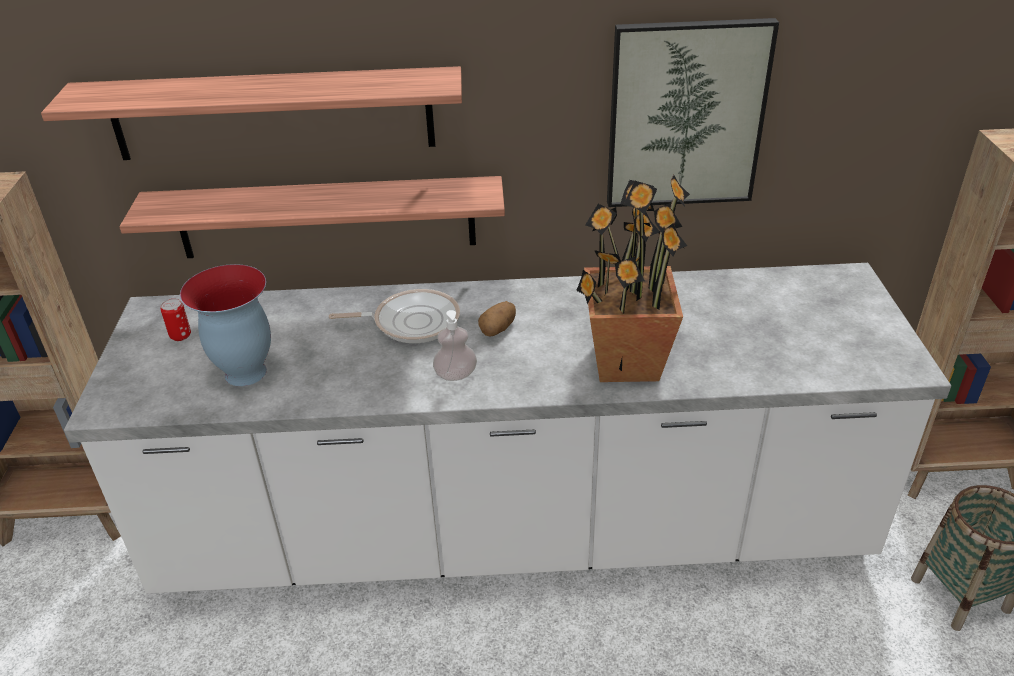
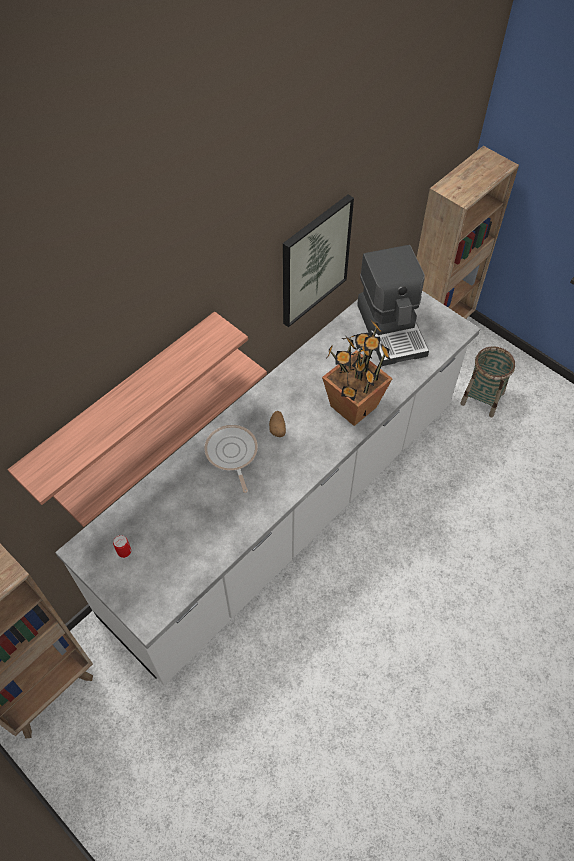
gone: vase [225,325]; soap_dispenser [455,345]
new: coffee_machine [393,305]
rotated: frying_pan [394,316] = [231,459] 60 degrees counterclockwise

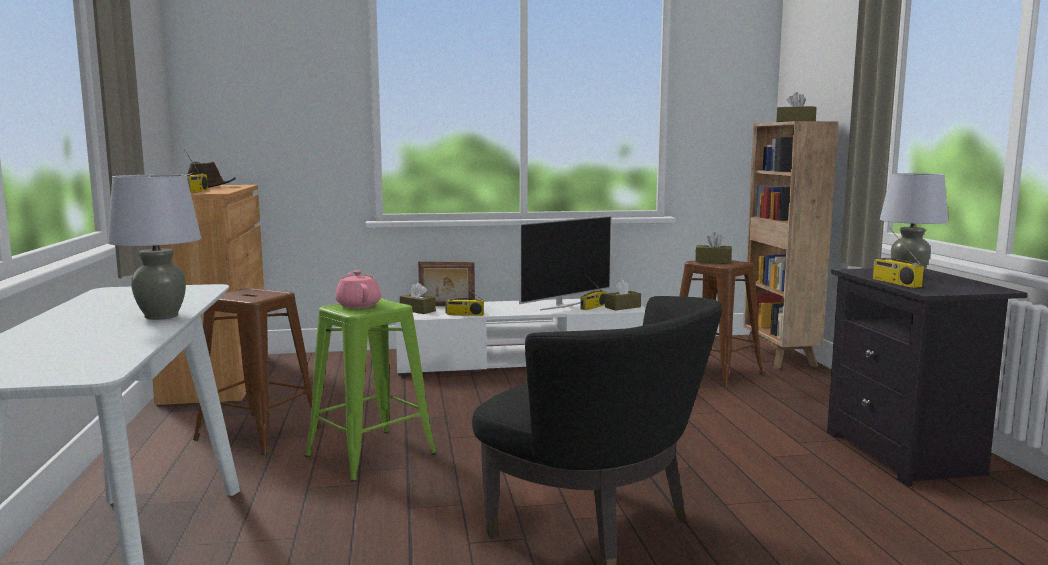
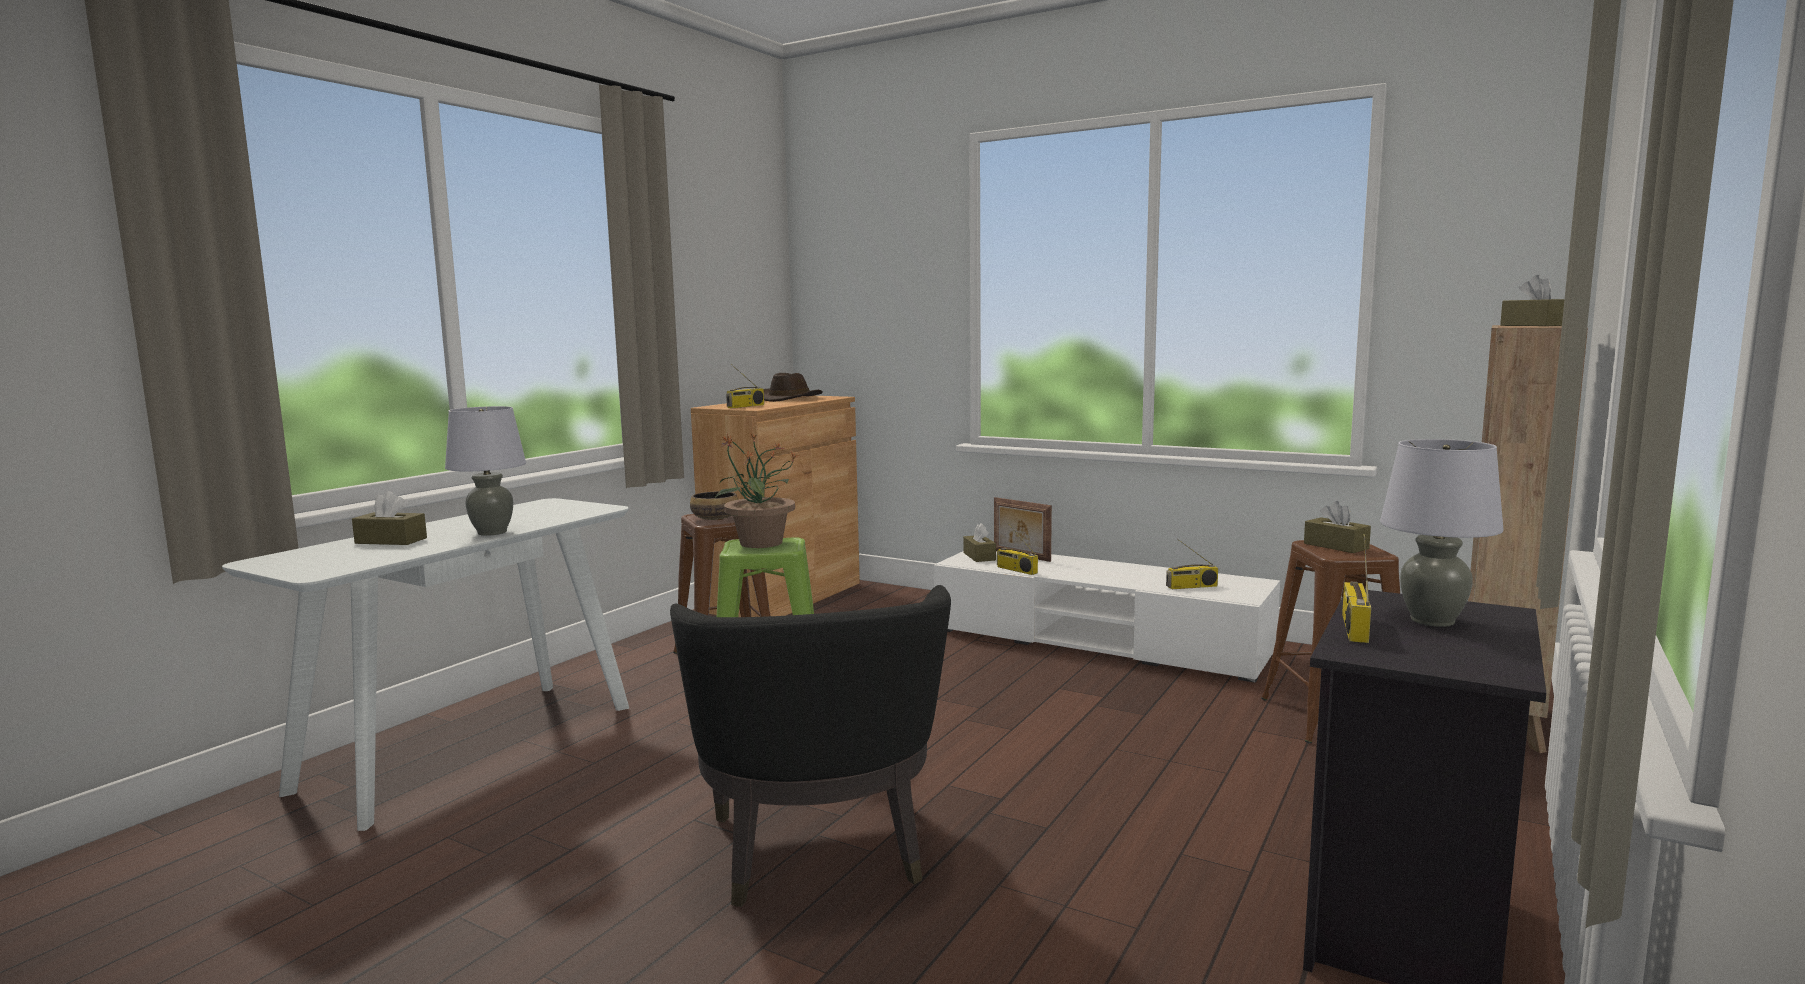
gone: television [565,262]
new: bowl [714,505]
shifted: brown_tissue_box [623,295] to [389,518]
swapped: pink_teapot [358,289] to potted_plant [757,490]

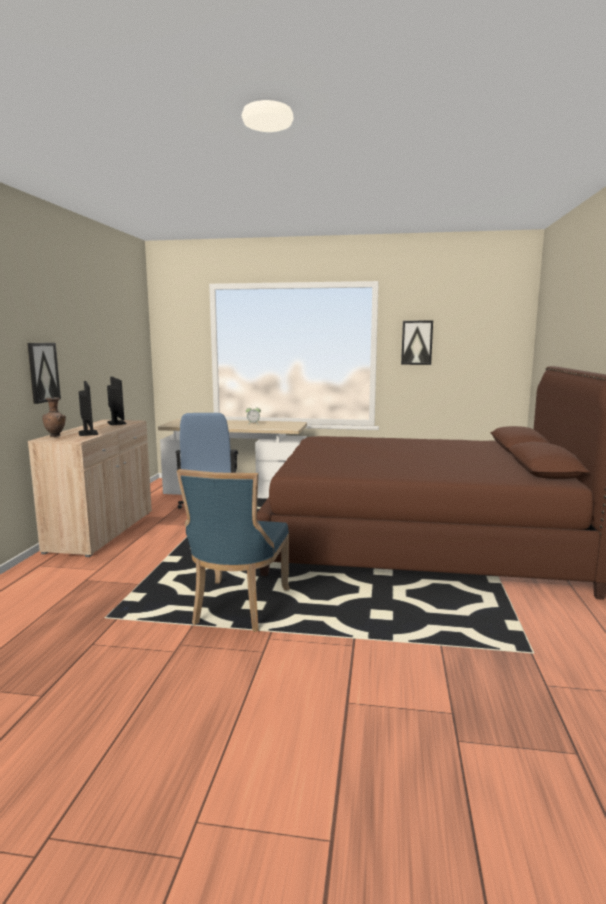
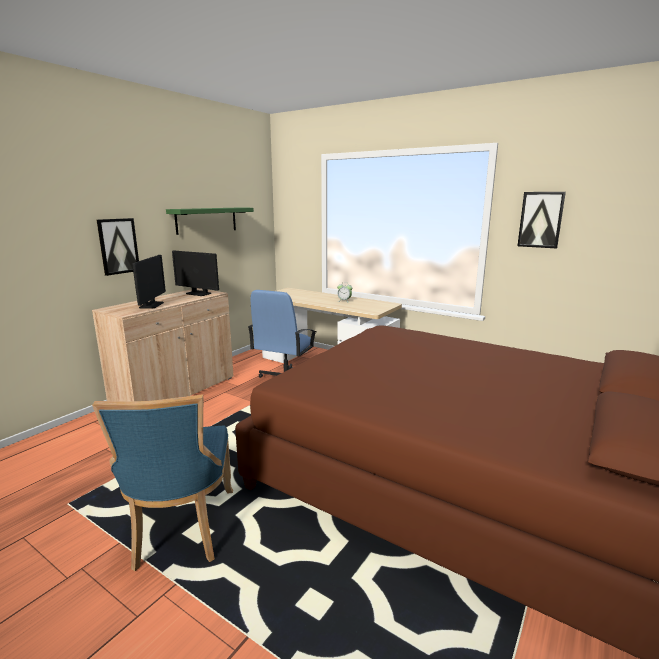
gone: brown_vase [54,417]
new: green_shelf [210,221]
rotated: monitor [116,401] = [195,273] 120 degrees clockwise; blue_chair [233,550] = [162,482] 45 degrees counterclockwise

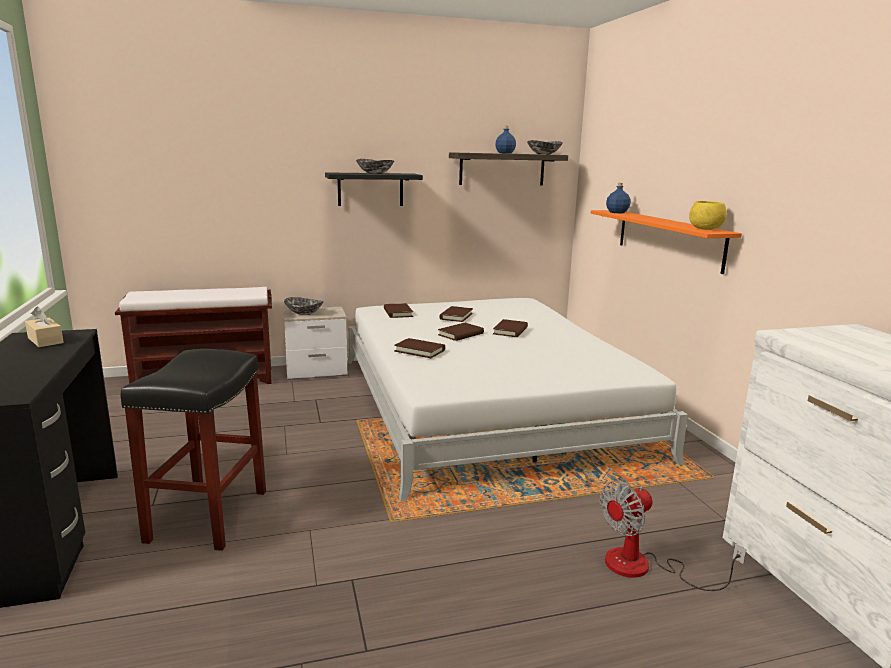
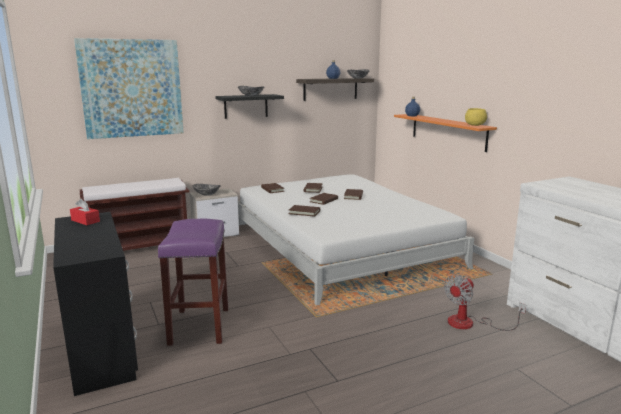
new: picture [129,88]
repainted: beige_tissue_box [44,327] to red_tissue_box [85,212]; black_stool [193,450] to purple_stool [193,282]

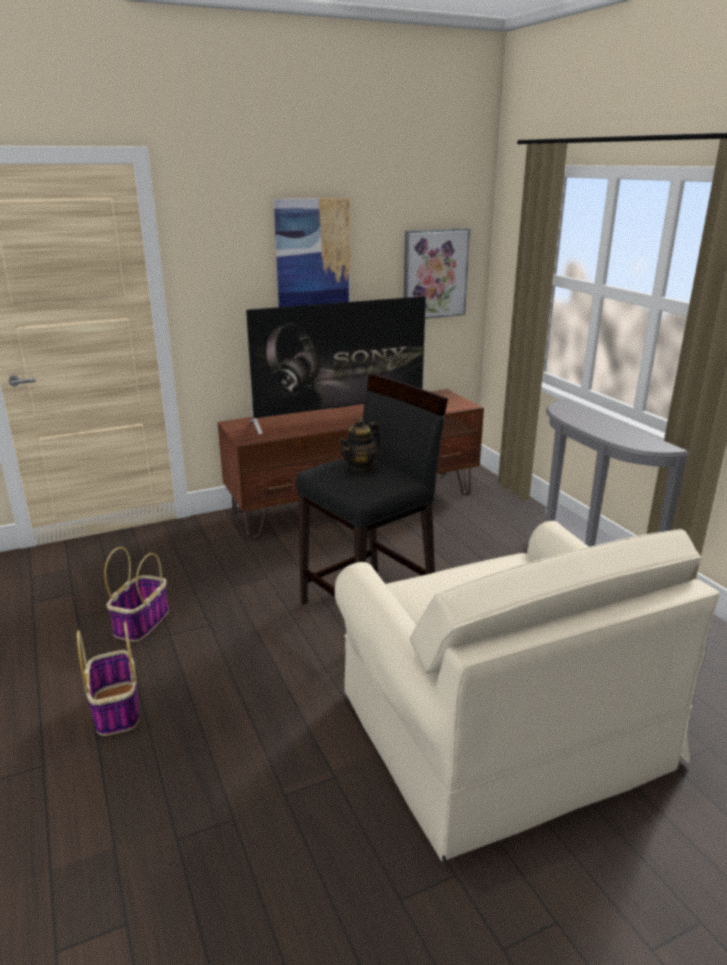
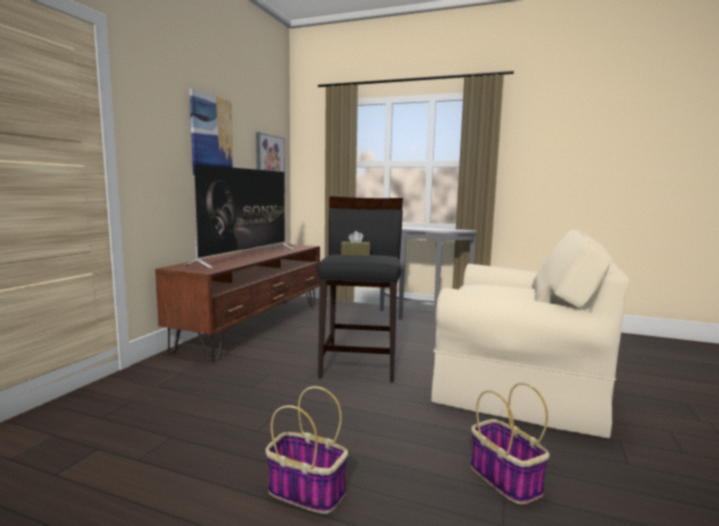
shifted: basket [136,594] to [510,443]
swapped: teapot [359,446] to brown_tissue_box [355,243]

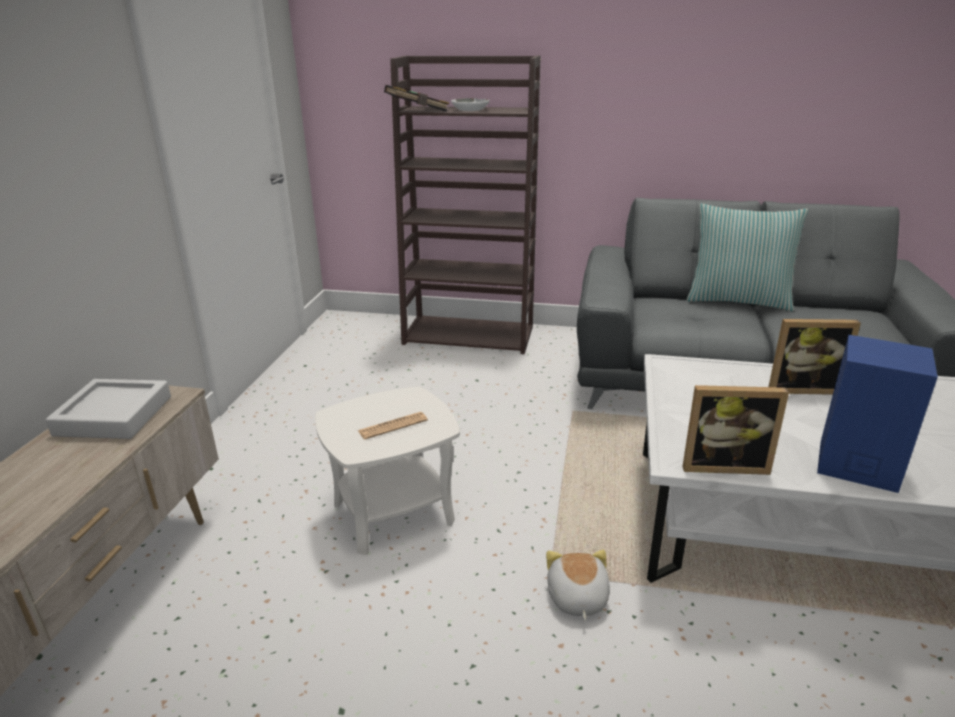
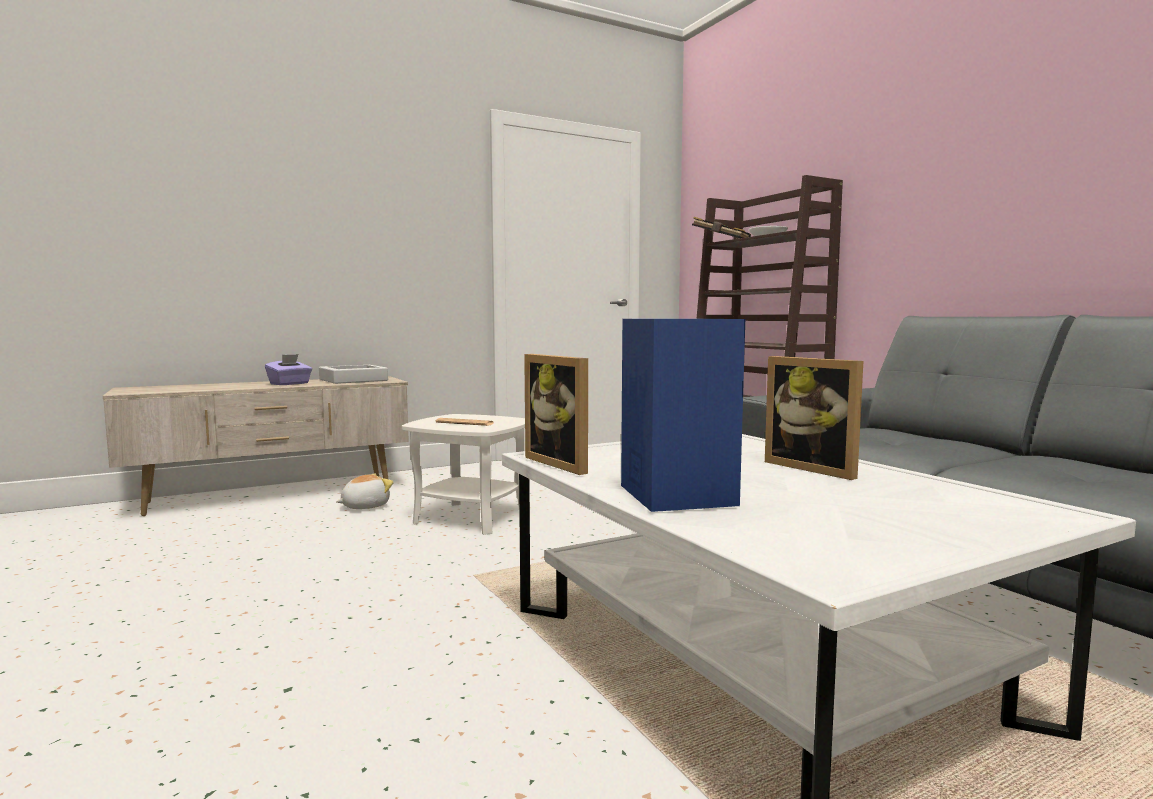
gone: pillow [747,257]
new: purple_tissue_box [288,369]
shifted: plush_toy [578,585] to [365,491]

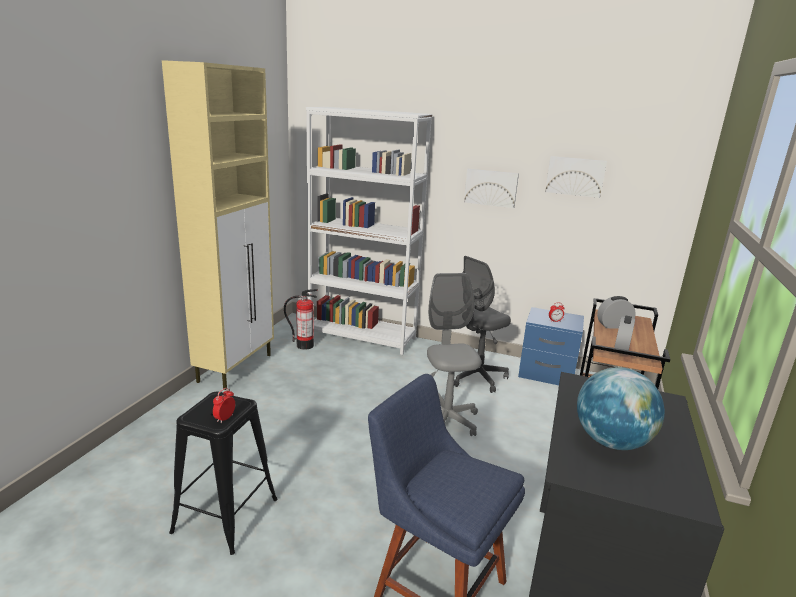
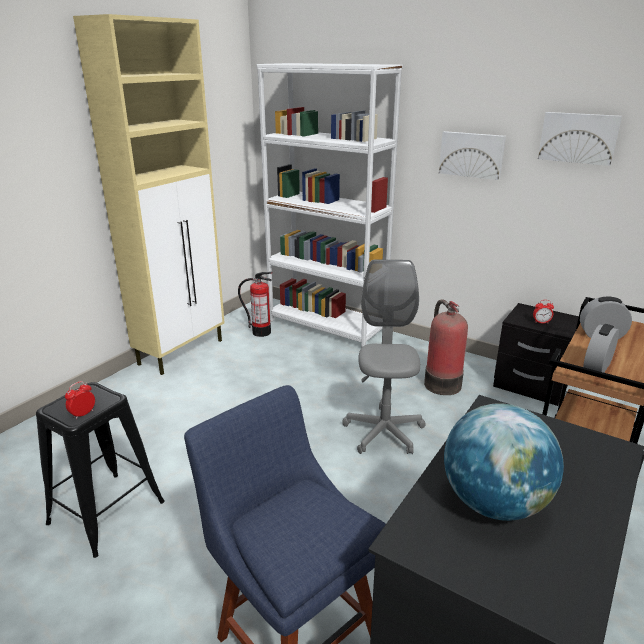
swapped: grey_office_chair [482,324] to fire_extinguisher [446,347]
repainted: blue_nightstand [551,346] to black_nightstand [536,354]

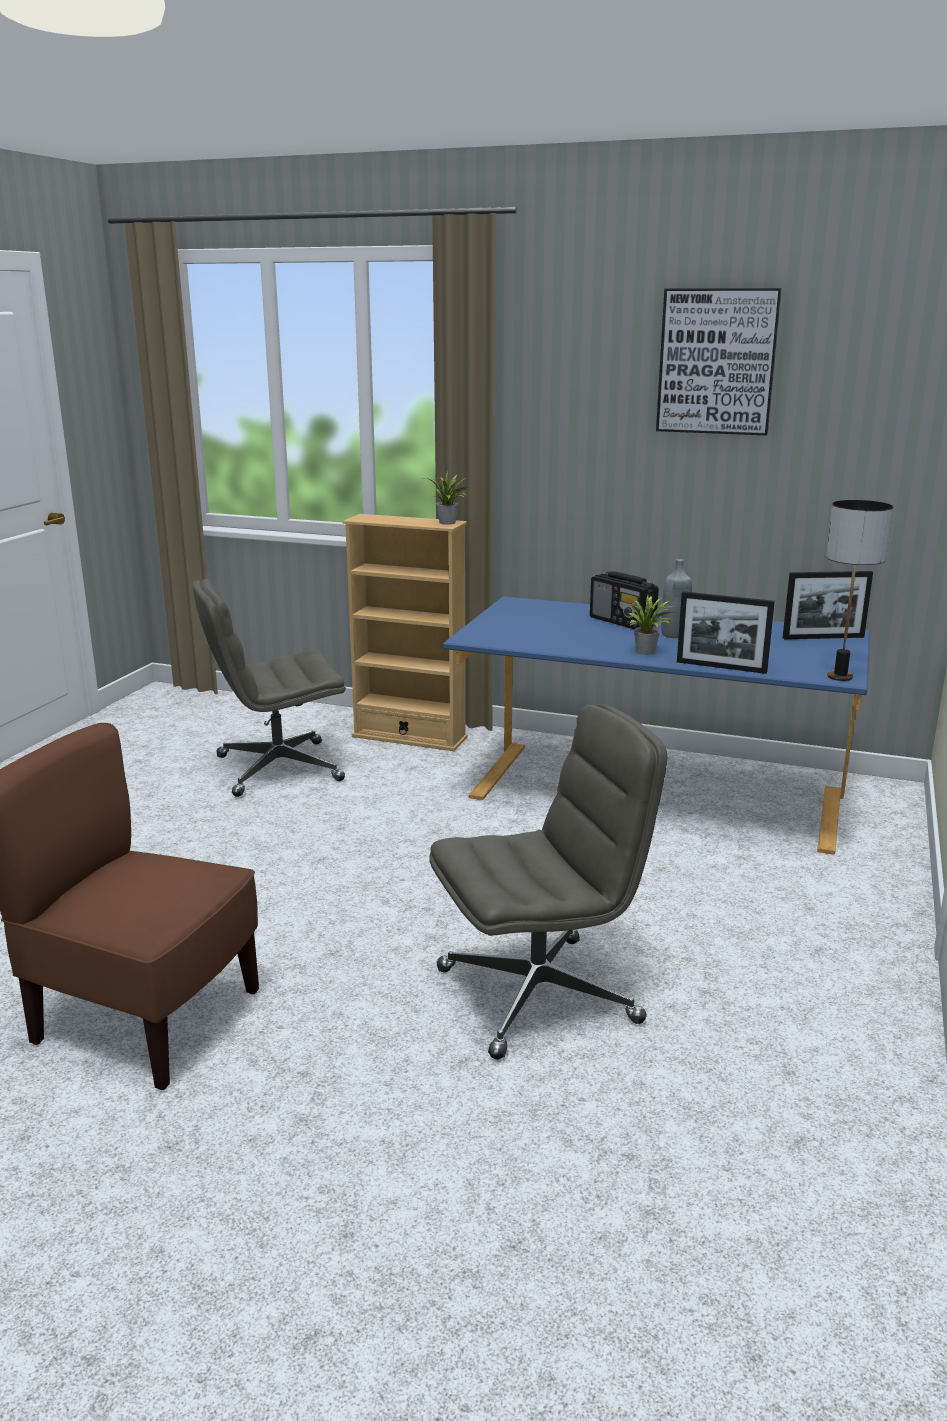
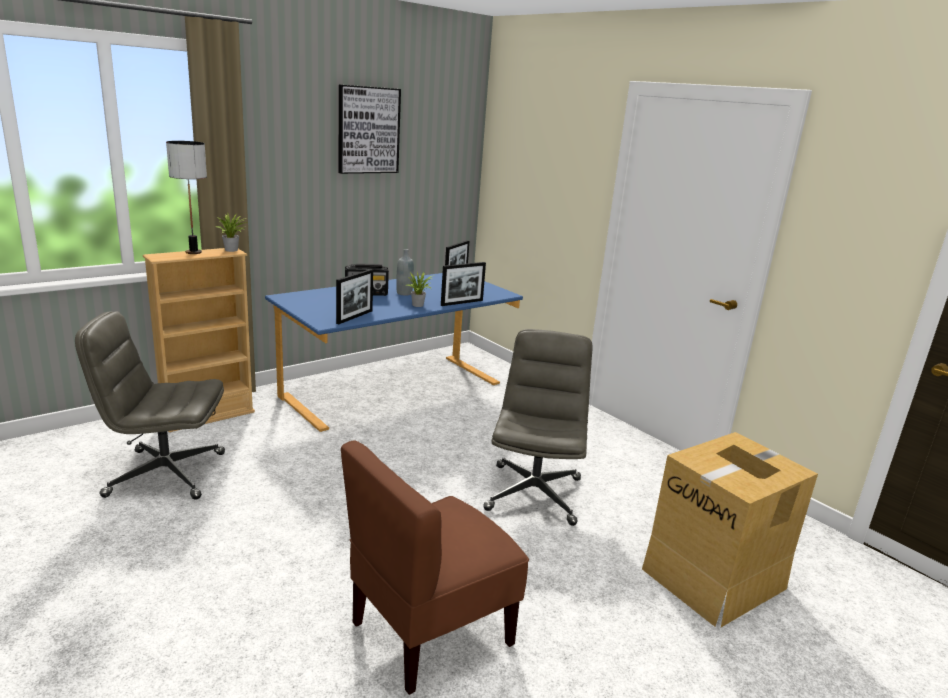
new: picture_frame [354,296]; cardboard_box [730,529]
shifted: table_lamp [859,590] to [186,197]
rotated: grey_office_chair [269,688] = [150,405] 75 degrees clockwise

